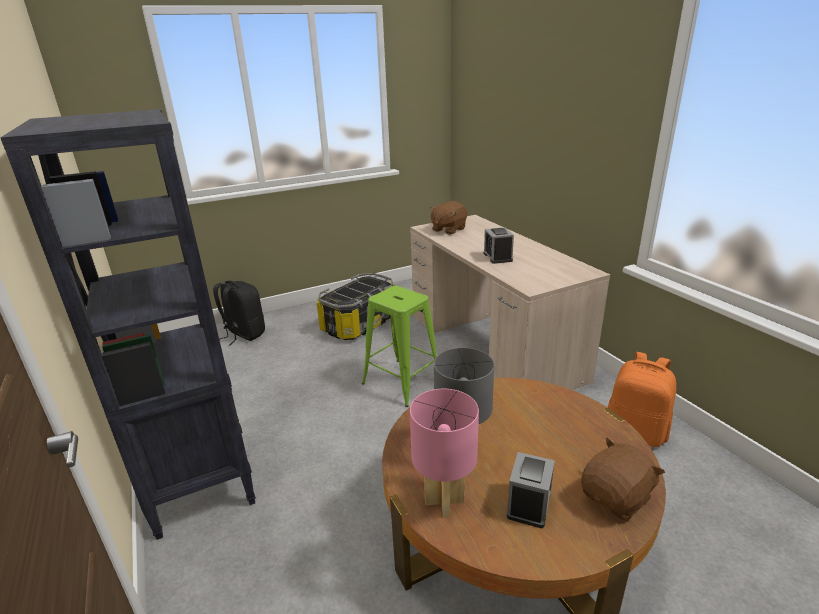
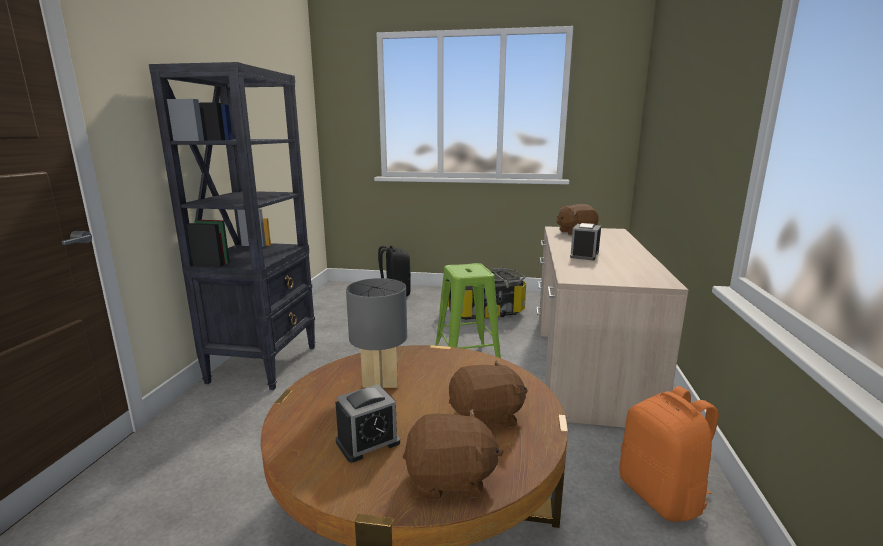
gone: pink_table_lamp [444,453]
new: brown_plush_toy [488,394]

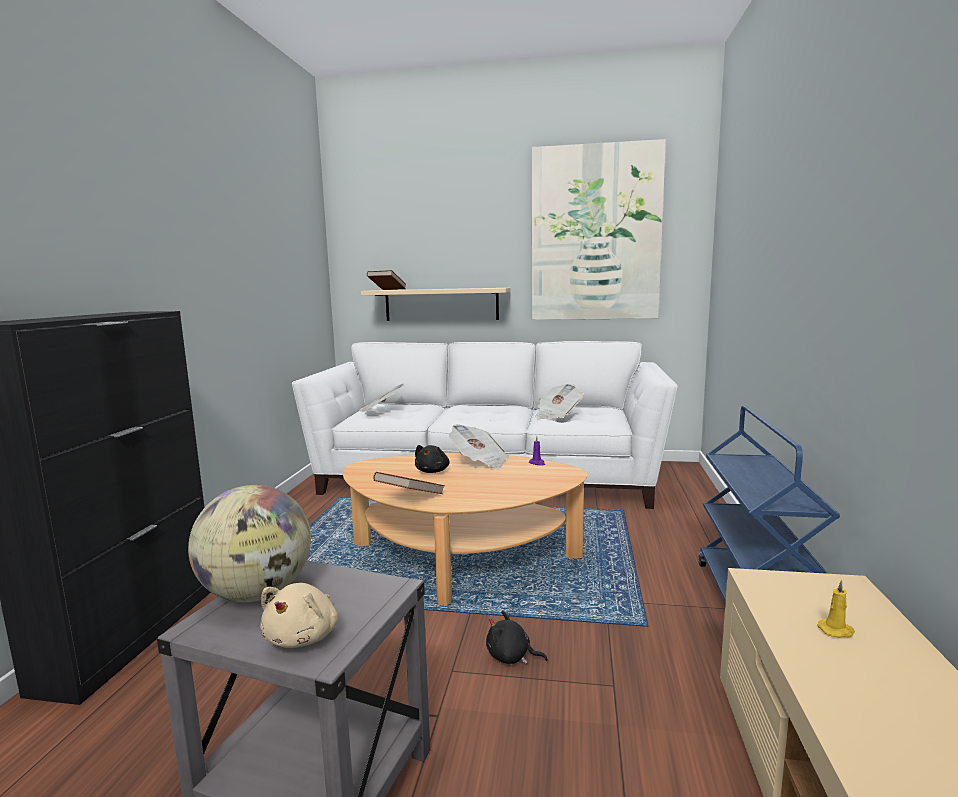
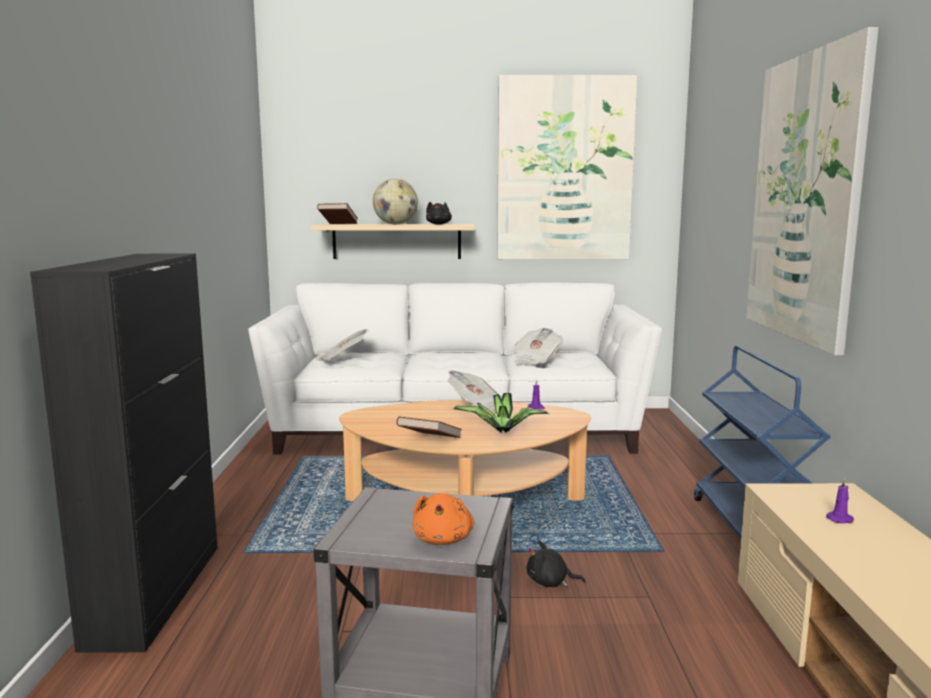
new: potted_plant [501,412]; picture [812,191]
shifted: globe [249,543] to [395,201]; black_plush_toy [432,459] to [439,213]
repainted: beige_plush_toy [299,615] to orange_plush_toy [443,519]; yellow_candle [836,609] to purple_candle [840,500]

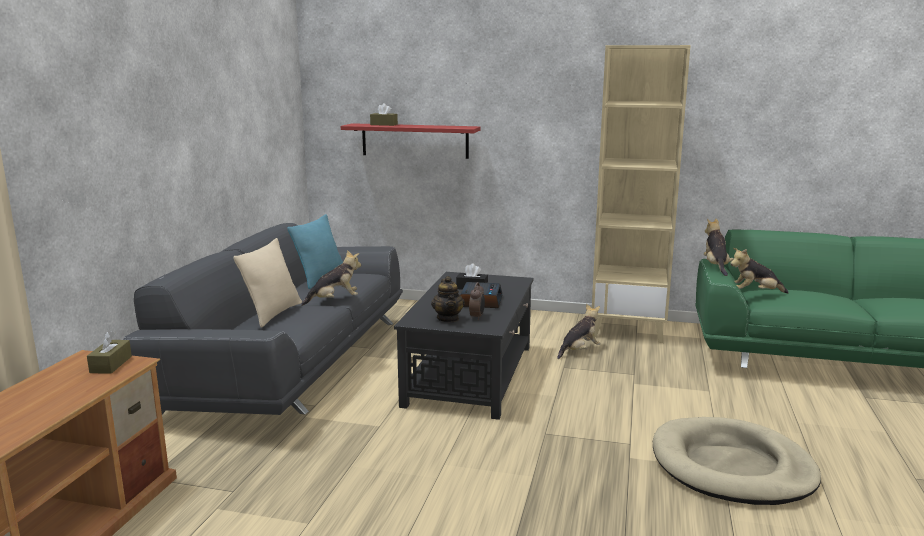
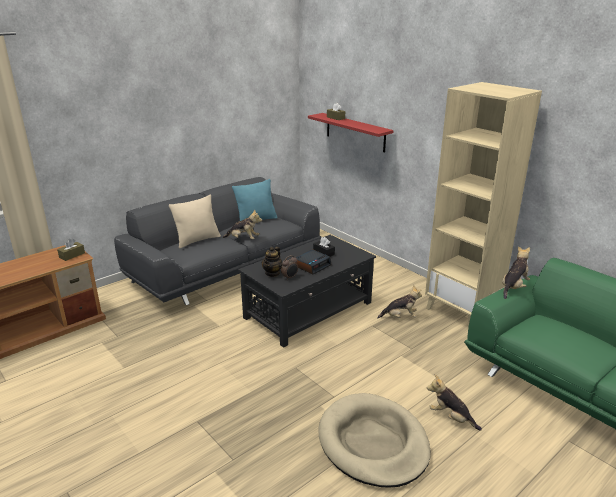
shifted: plush_toy [759,270] to [454,402]

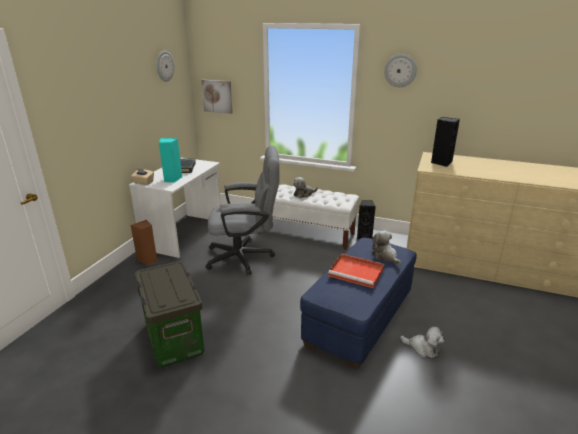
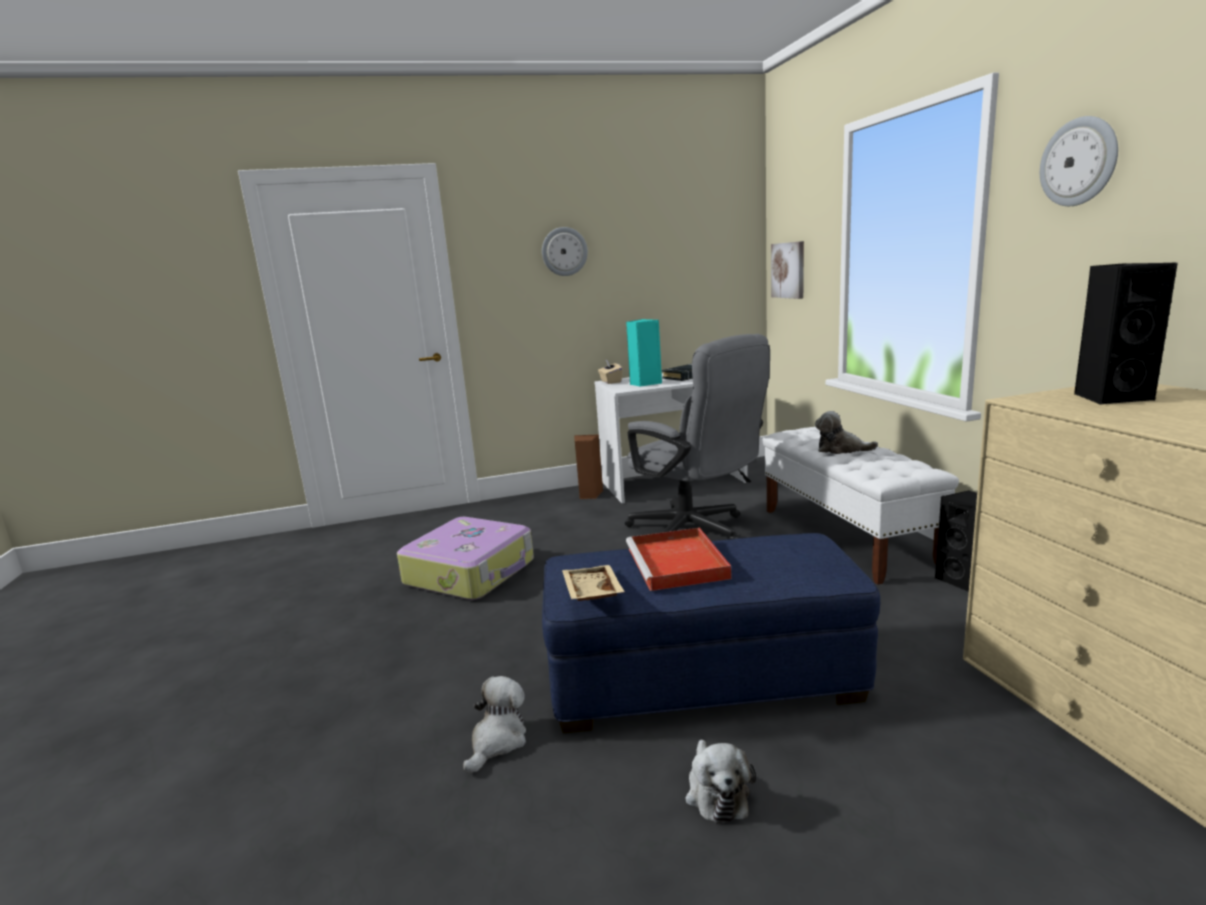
new: beige_tray [593,583]
shifted: wall_clock [165,66] to [565,251]; plush_toy [386,248] to [494,725]
swapped: storage_box [169,314] to suitcase [465,558]

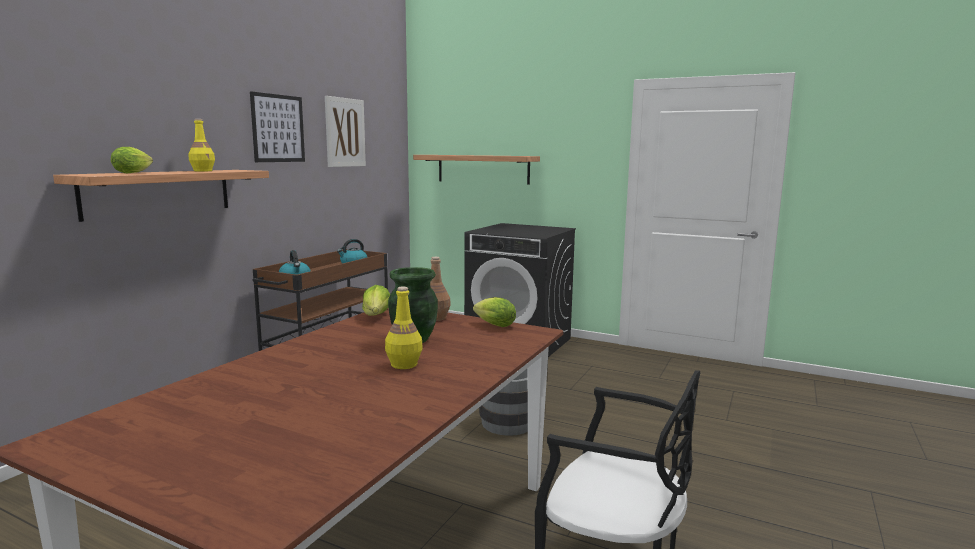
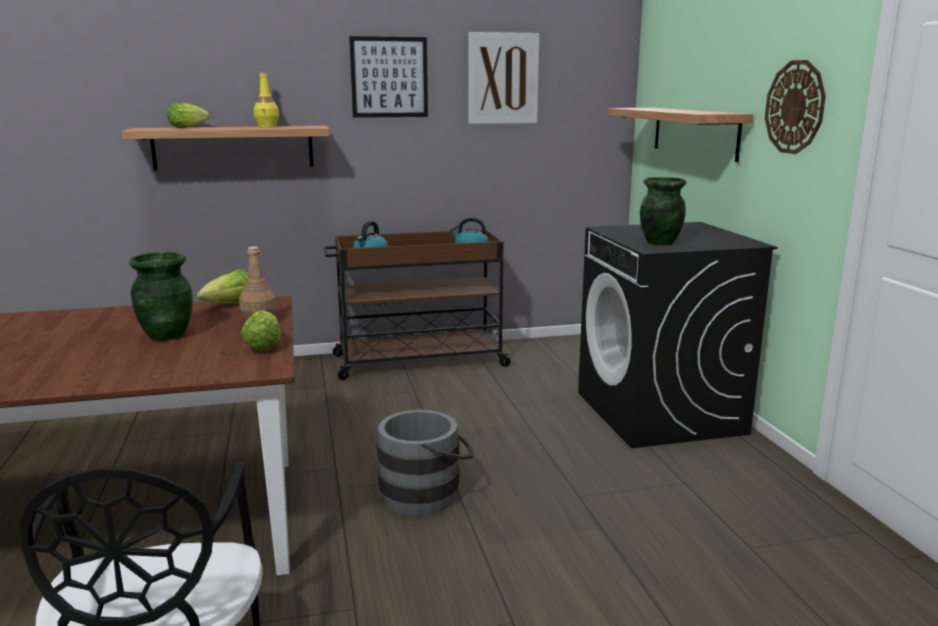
gone: yellow_bottle [404,328]
new: green_vase [663,211]; wall_clock [795,107]

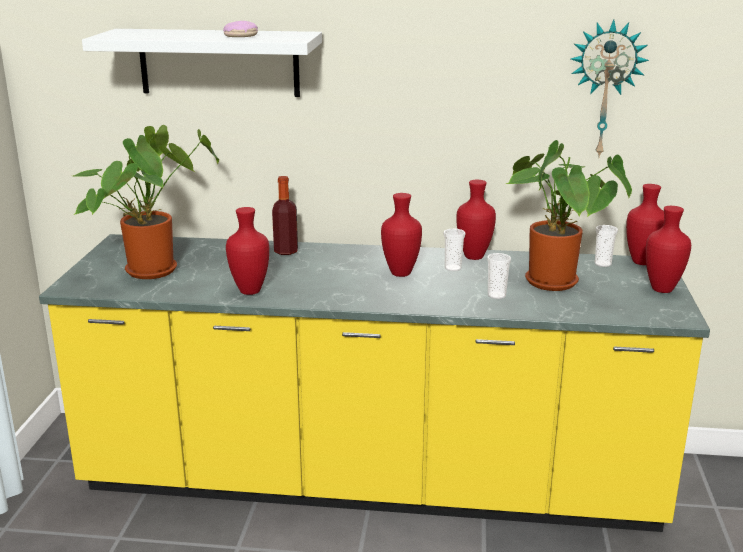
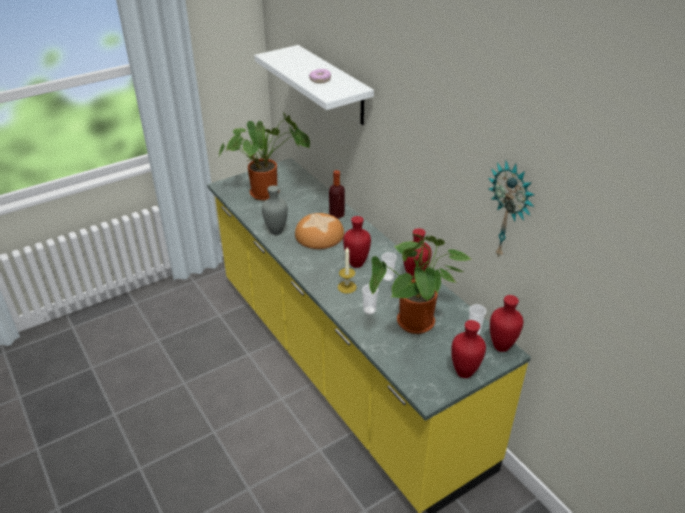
new: bread [319,231]; candle [347,270]
repainted: red_vase [247,251] to grey_vase [275,210]

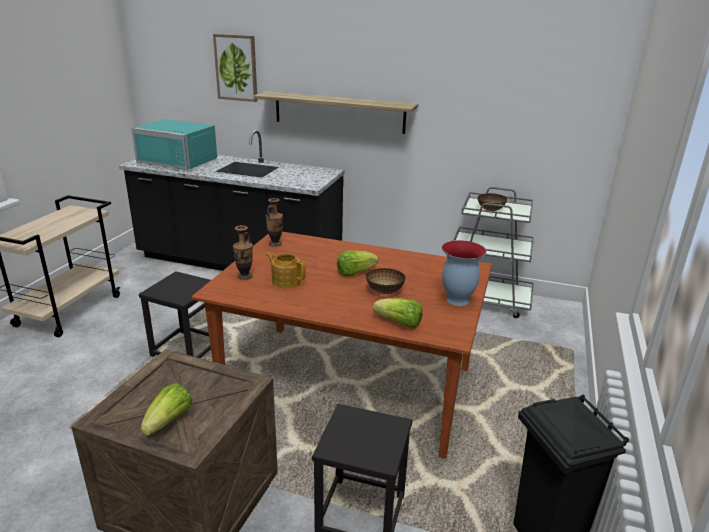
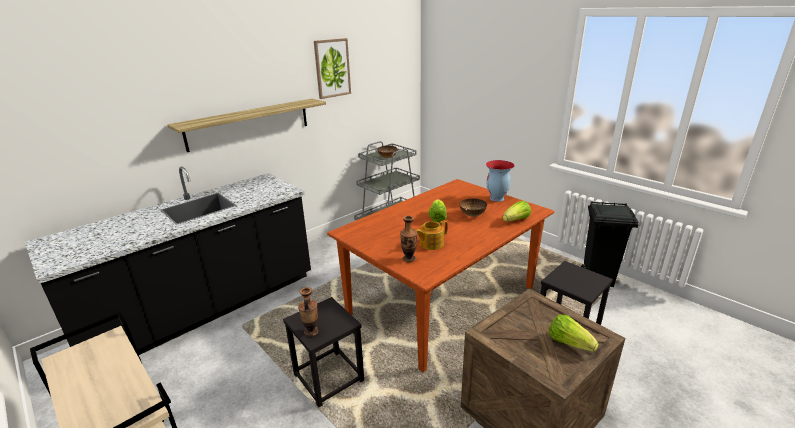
gone: turquoise_microwave [174,144]
shifted: picture [235,68] to [332,68]; vase [274,222] to [308,312]

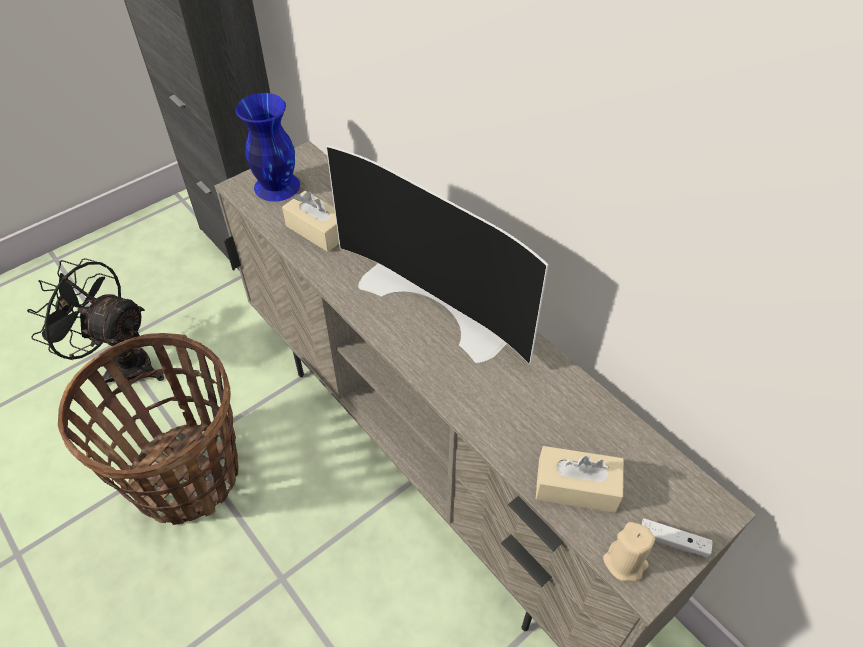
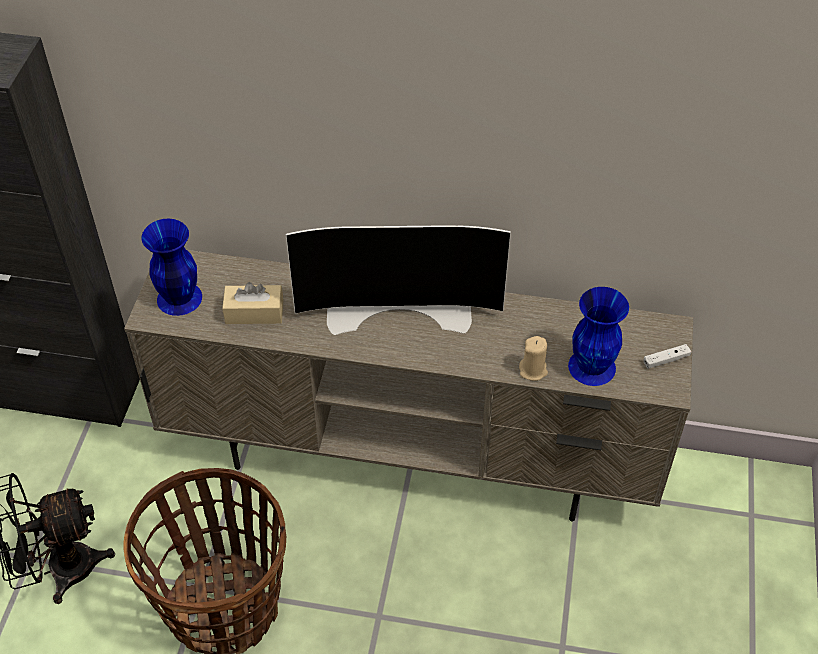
shifted: beige_candle [629,552] to [533,358]
swapped: beige_tissue_box [580,479] to blue_vase [598,336]

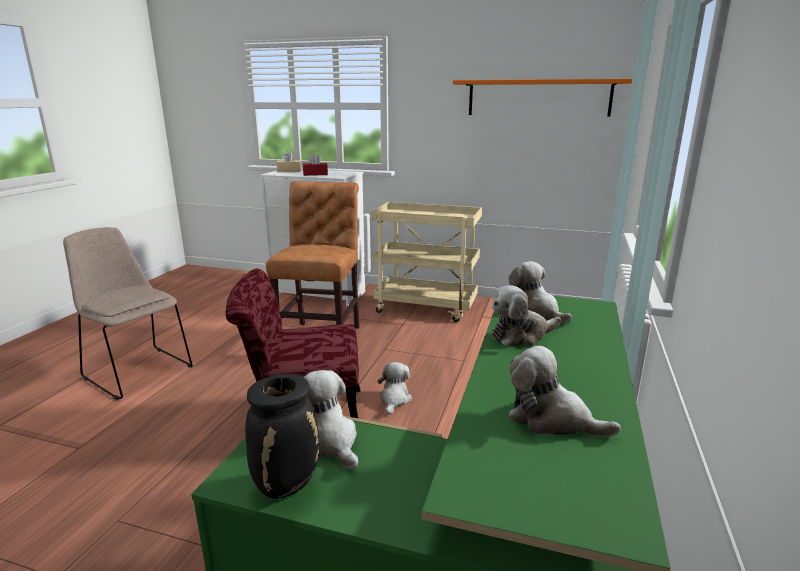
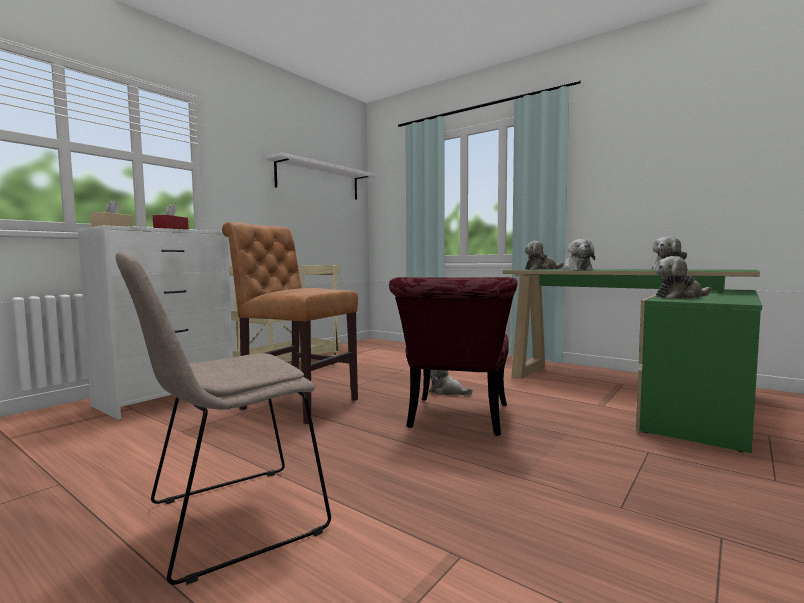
gone: black_vase [282,436]
repainted: orange_shelf [542,98] to white_shelf [321,176]

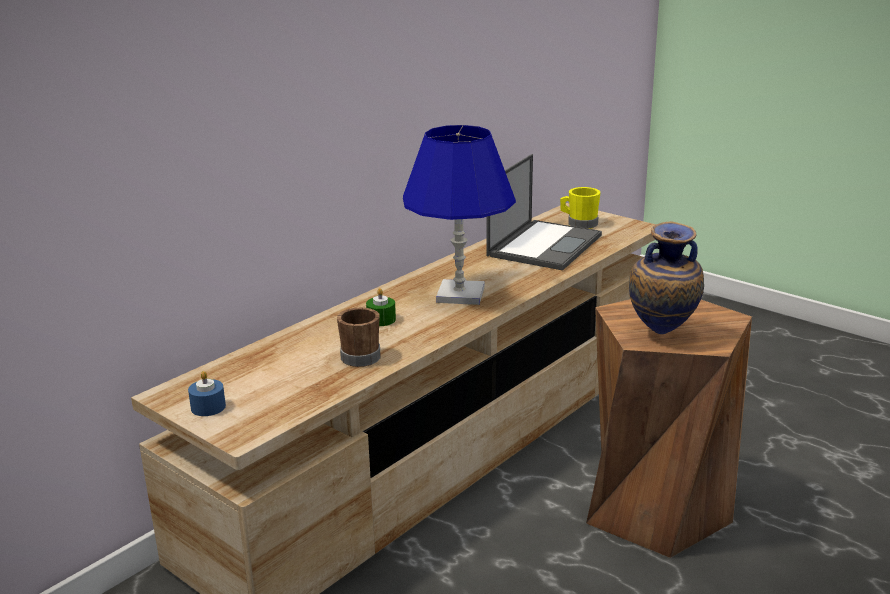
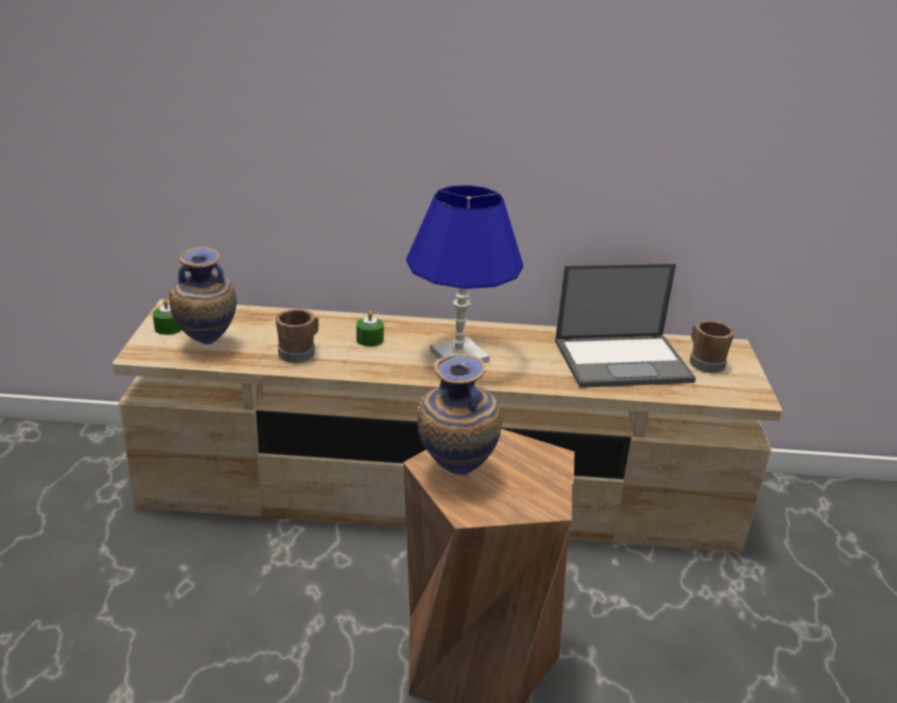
new: vase [203,296]
repainted: blue_candle [207,393] to green_candle [167,317]; yellow_mug [580,208] to brown_mug [712,346]

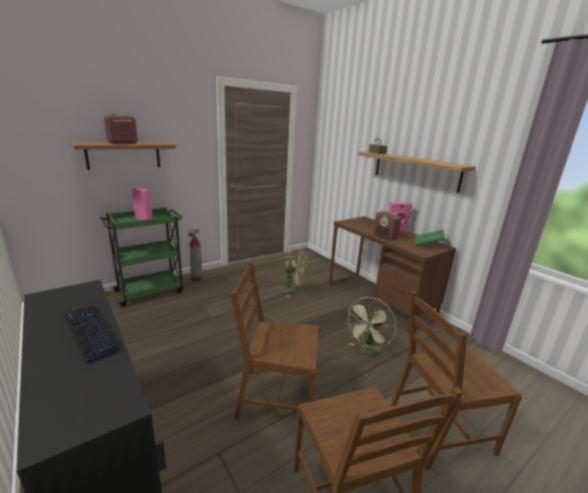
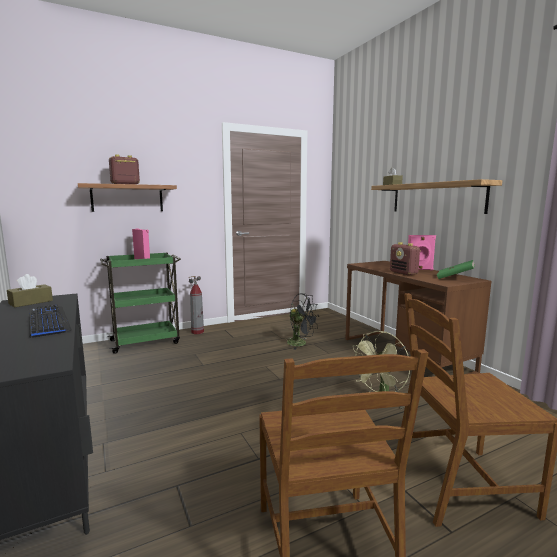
gone: brown_chair [275,340]
new: brown_tissue_box [30,290]
repainted: green_fan [293,272] to black_fan [302,321]

